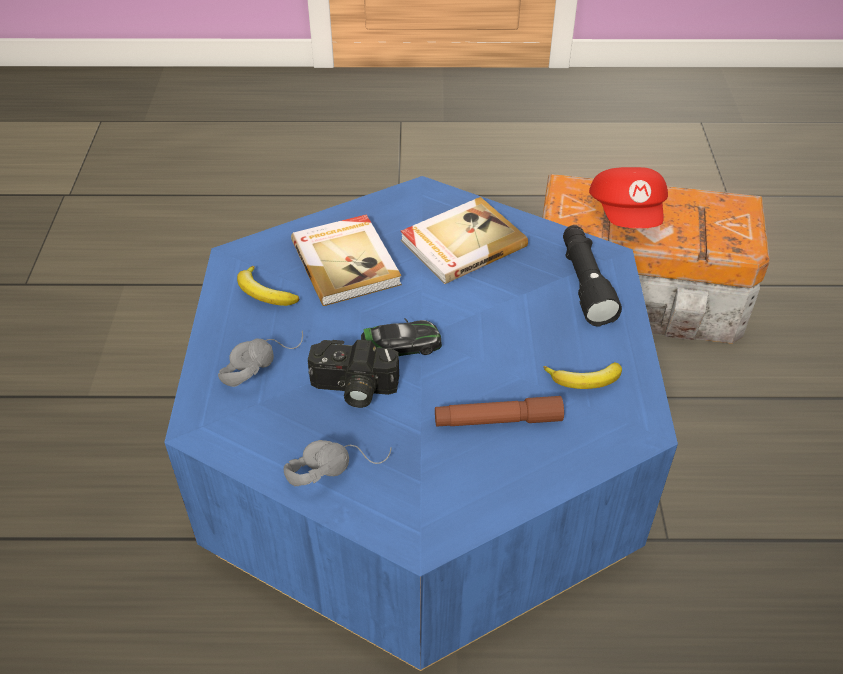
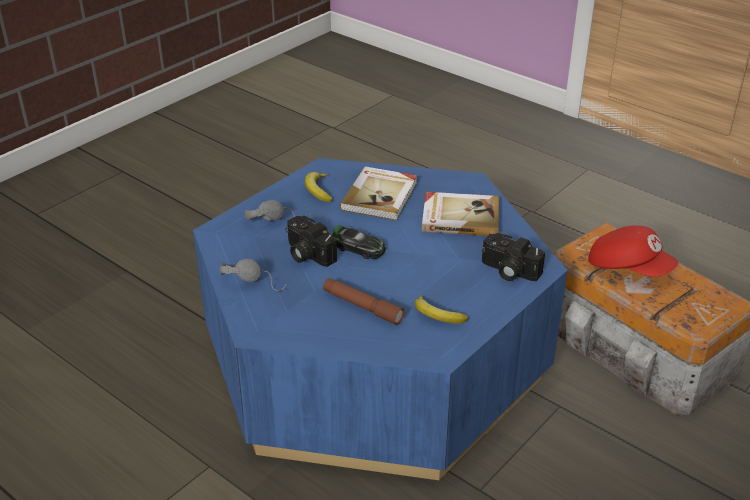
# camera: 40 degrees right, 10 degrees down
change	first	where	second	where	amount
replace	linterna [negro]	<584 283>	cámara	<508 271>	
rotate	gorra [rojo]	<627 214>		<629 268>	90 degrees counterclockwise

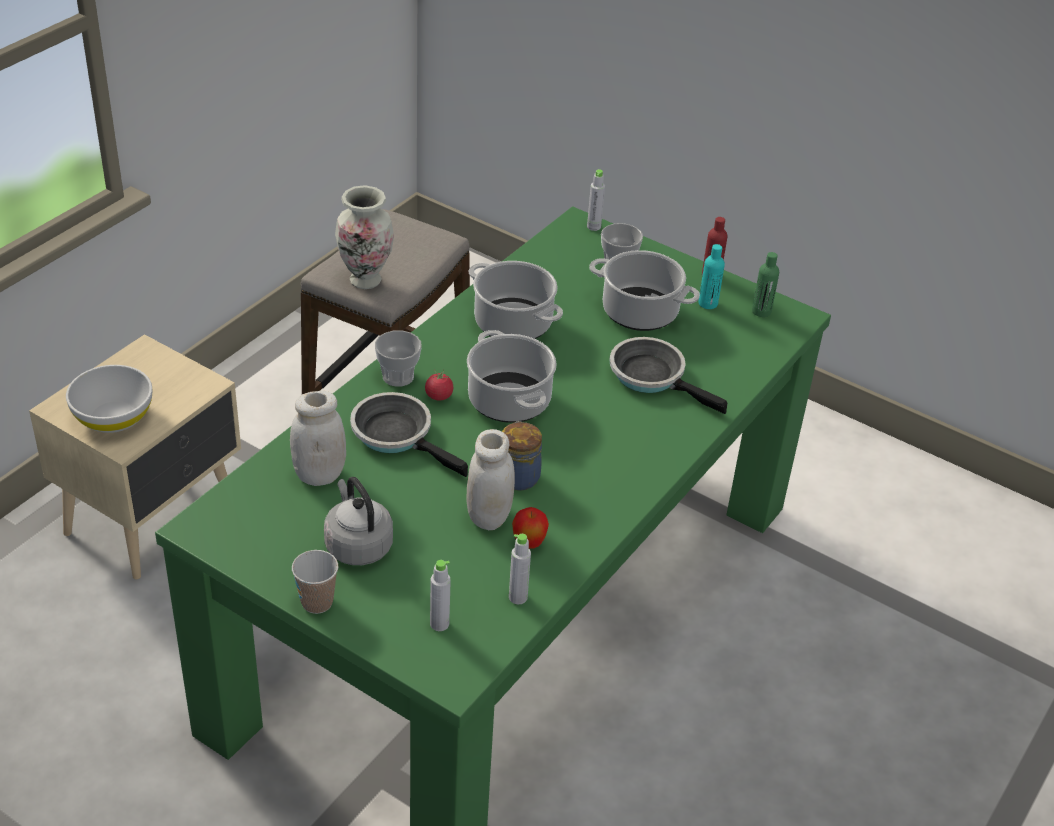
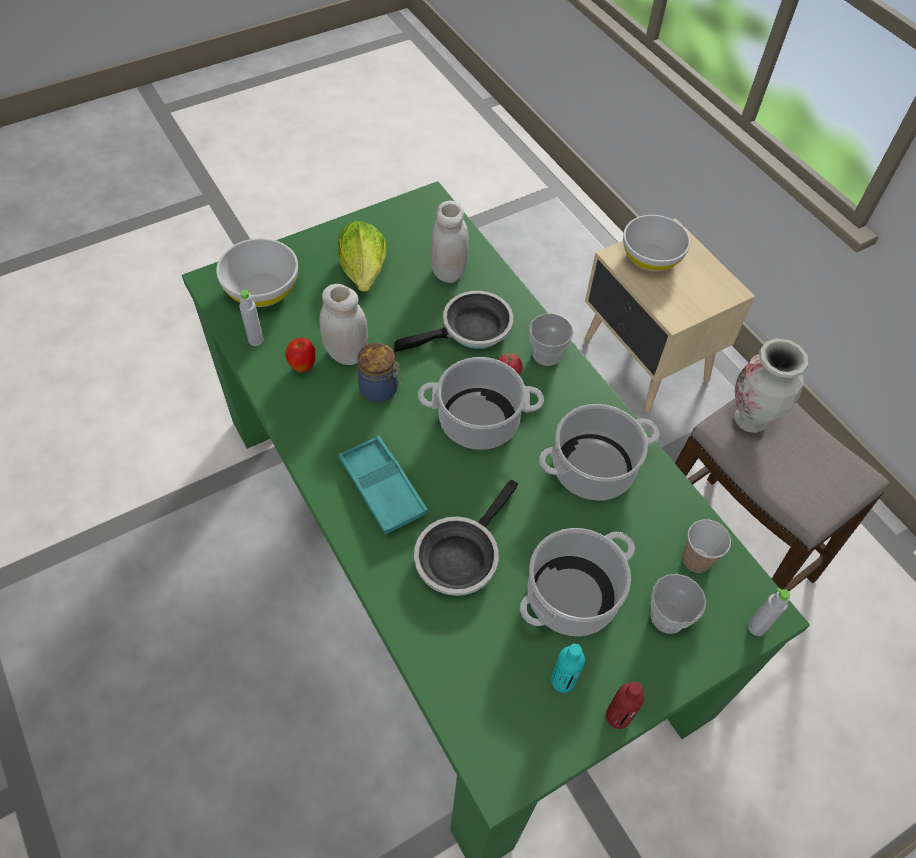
# camera: 115 degrees right, 15 degrees up
change	first	where	second	where	amount
move	taza	<317 602>		<696 560>	
replace	hervidor [gris]	<357 545>	lechuga	<364 271>	
replace	botella [gris]	<439 624>	cuenco [blanco]	<262 289>	
rotate	sartén	<652 376>		<460 555>	150 degrees clockwise
delete	botella [verde]	<761 311>			
insert			bandeja [turquesa]	<382 488>	

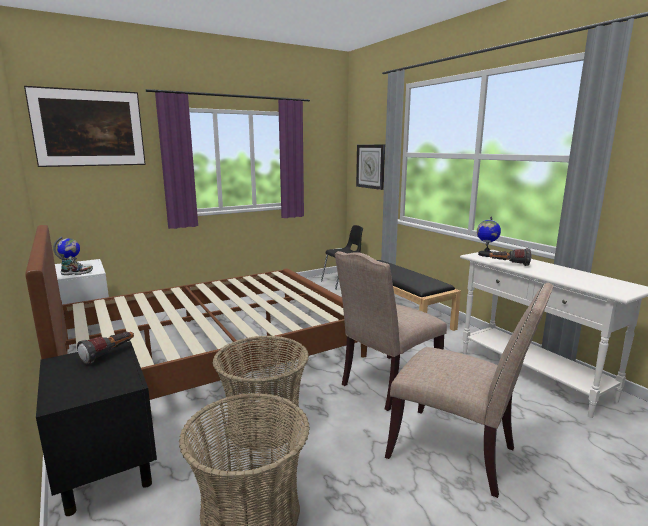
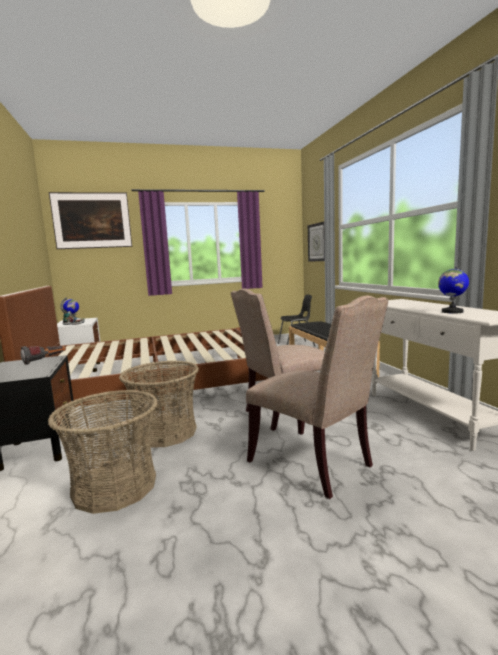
# camera: 15 degrees right, 5 degrees down
change	first	where	second	where	amount
move	globo terráqueo	<486 255>		<452 312>	
delete	linterna	<508 264>			

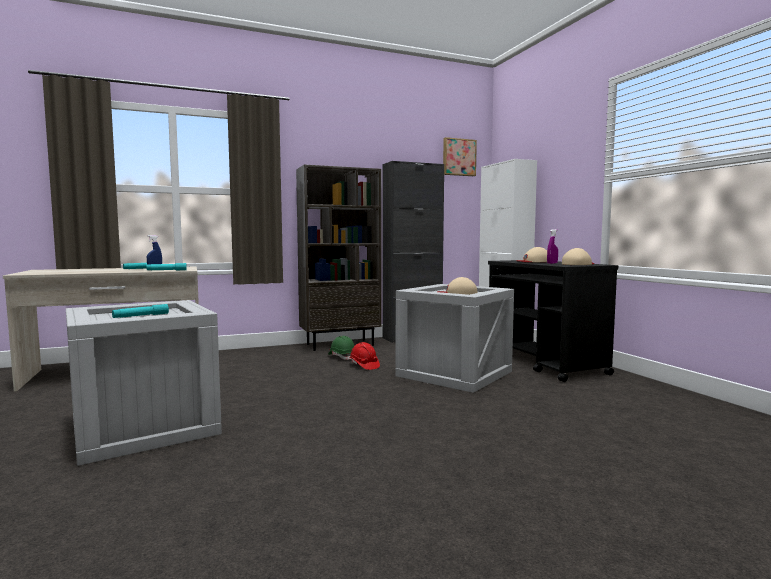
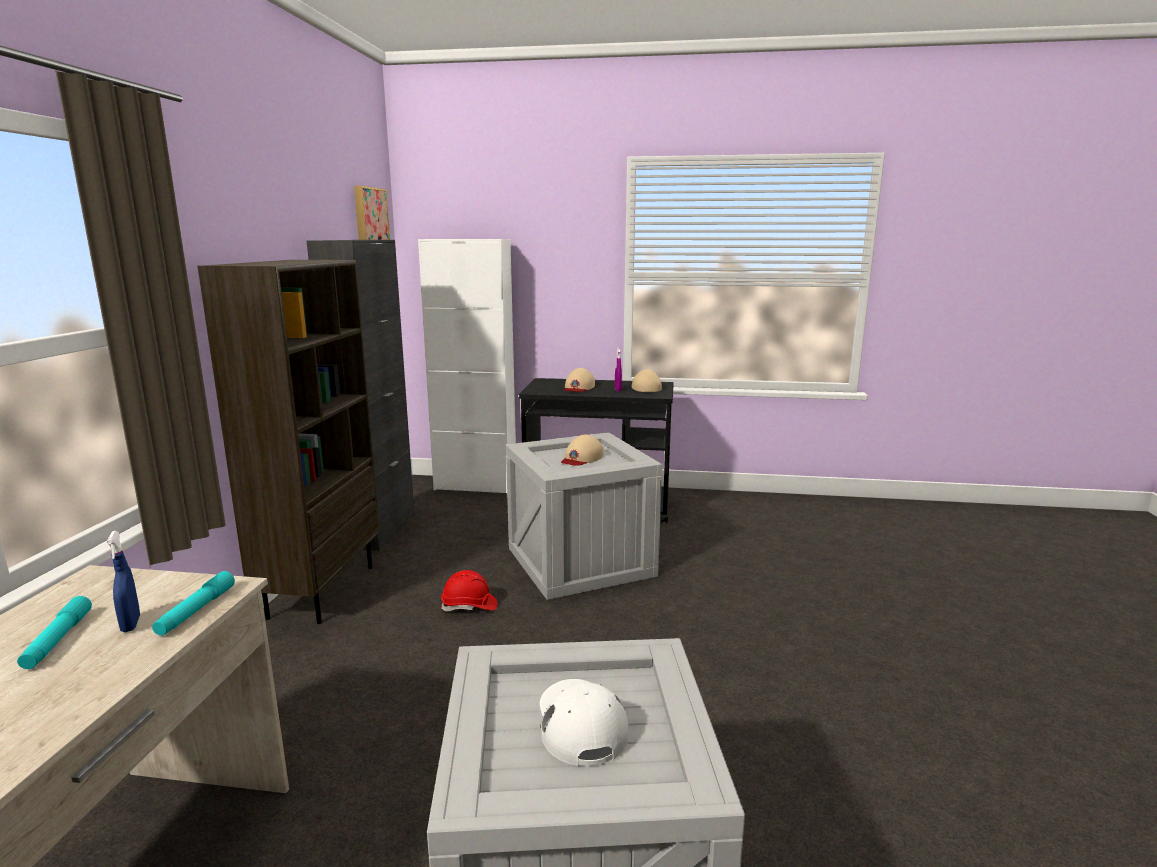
# camera: 60 degrees left, 10 degrees up
change	first	where	second	where	amount
replace	linterna [turquesa]	<141 316>	gorra [blanco]	<580 723>	
delete	casco [verde]	<342 357>			

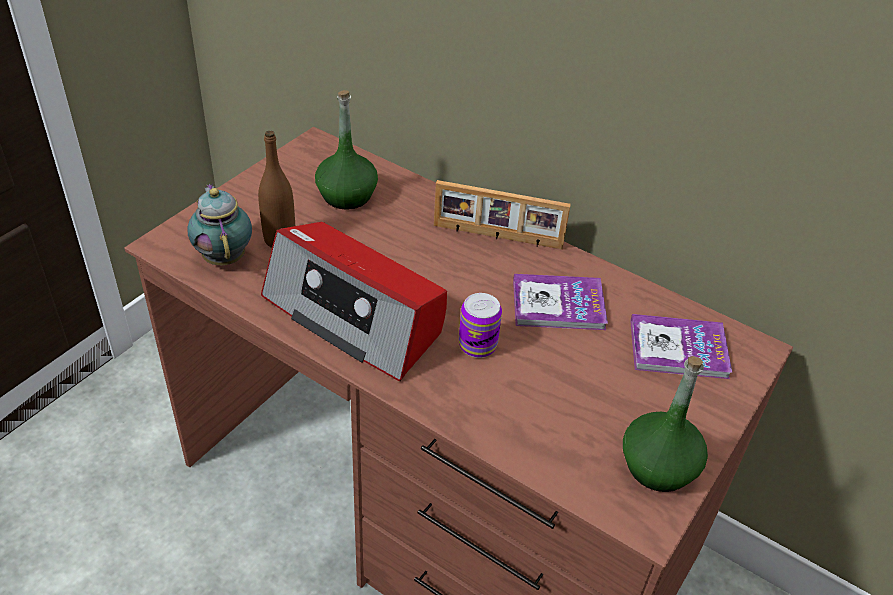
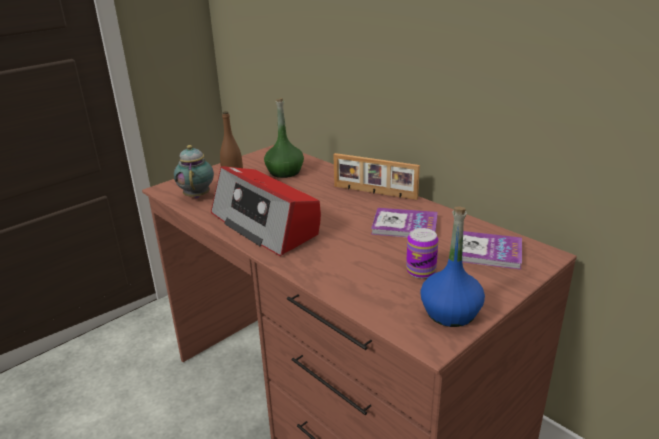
# camera: 15 degrees right, 15 degrees down
change	first	where	second	where	amount
move	lata	<477 345>		<421 271>	
recolor	botella [verde]	<657 466>	botella [azul]	<450 312>	

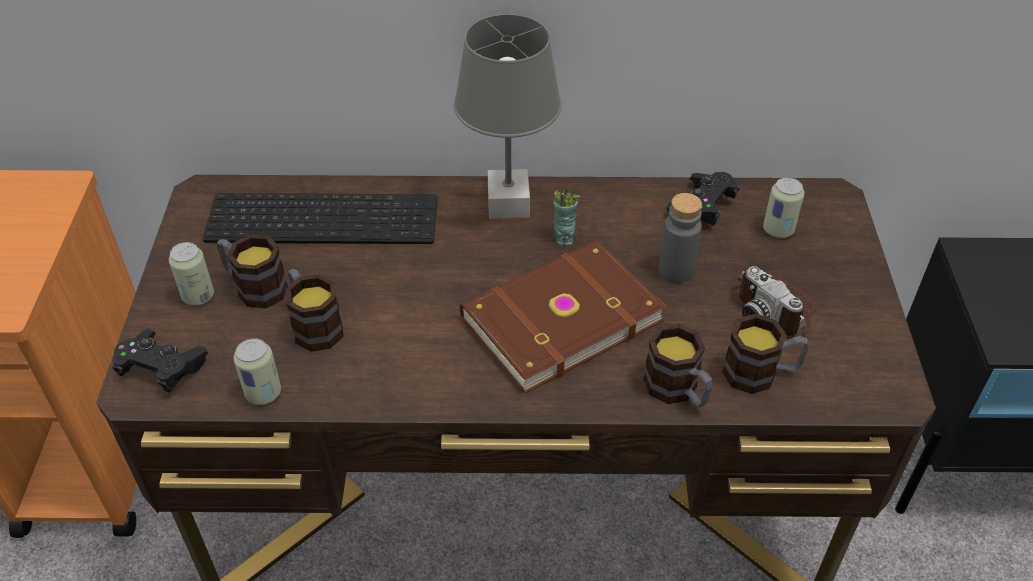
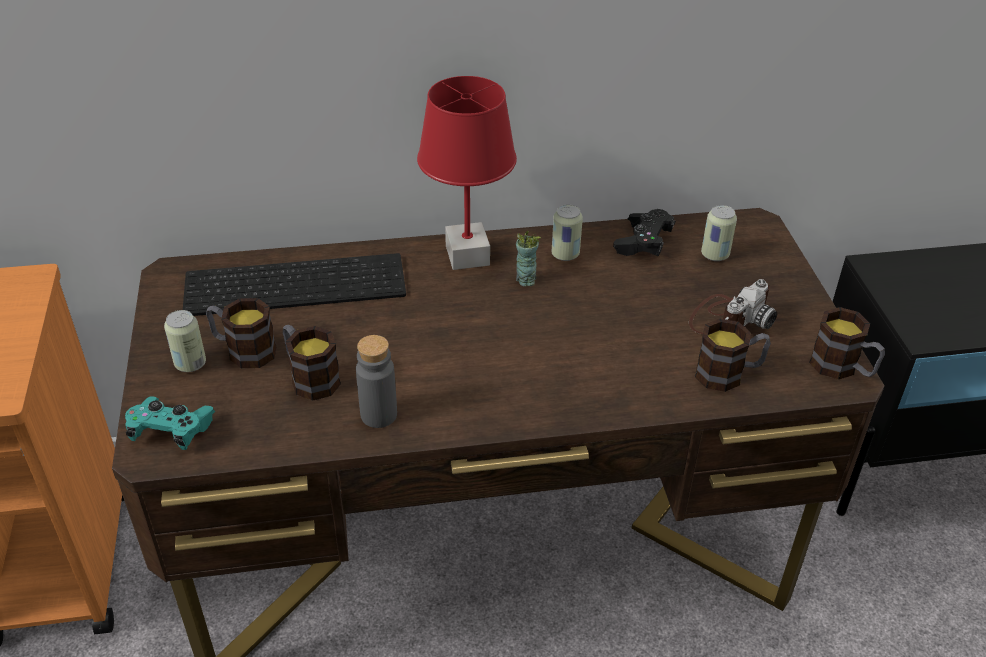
# camera: 10 degrees left, 5 degrees down
change	first	where	second	where	amount
recolor	mando de consola [negro]	<162 369>	mando de consola [turquesa]	<171 431>	
move	lata	<263 393>		<565 254>	
recolor	lámpara de mesa [gris]	<509 204>	lámpara de mesa [rojo]	<468 256>	
delete	libro [marrón]	<558 318>			
move	taza grande	<678 391>		<842 368>	
move	botella [gris]	<675 270>		<378 415>	
rotate	cámara	<775 307>		<728 318>	90 degrees counterclockwise

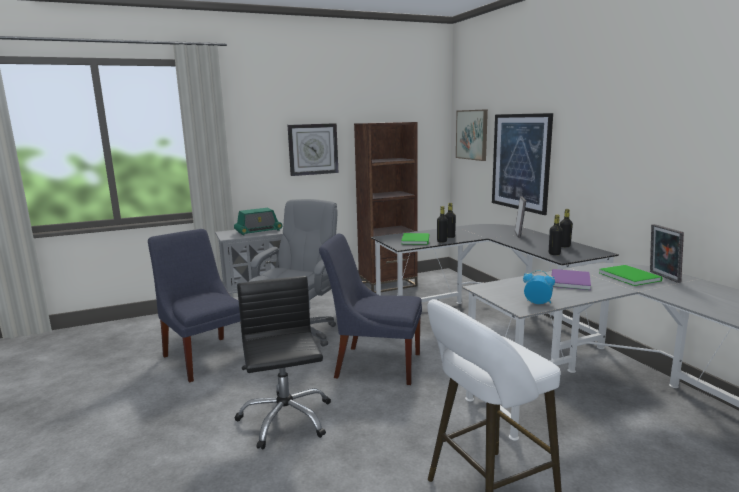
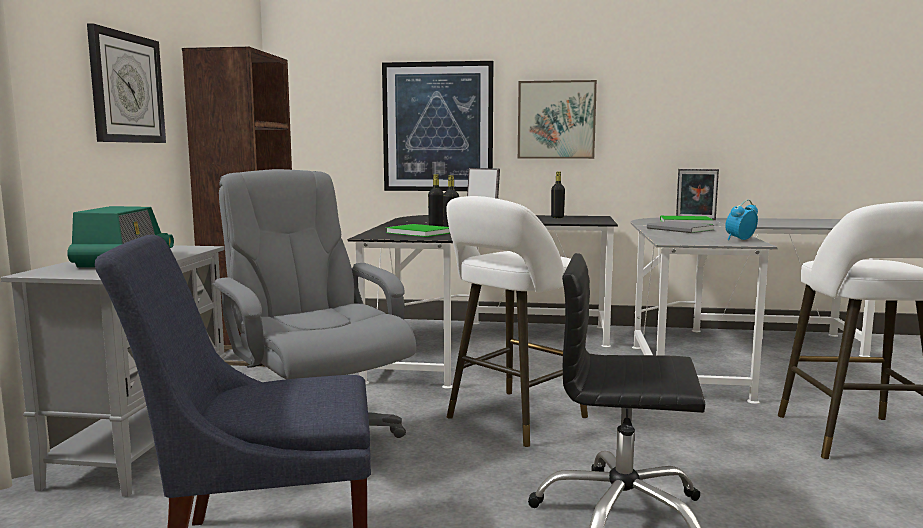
# camera: 60 degrees left, 5 degrees down
change	first	where	second	where	amount
replace	silla [azul]	<374 364>	taburete [blanco]	<511 420>	
move	cuadro	<472 134>		<556 120>	
delete	botella [negro]	<554 254>			
recolor	libro [morado]	<568 281>	libro [gris]	<680 229>	

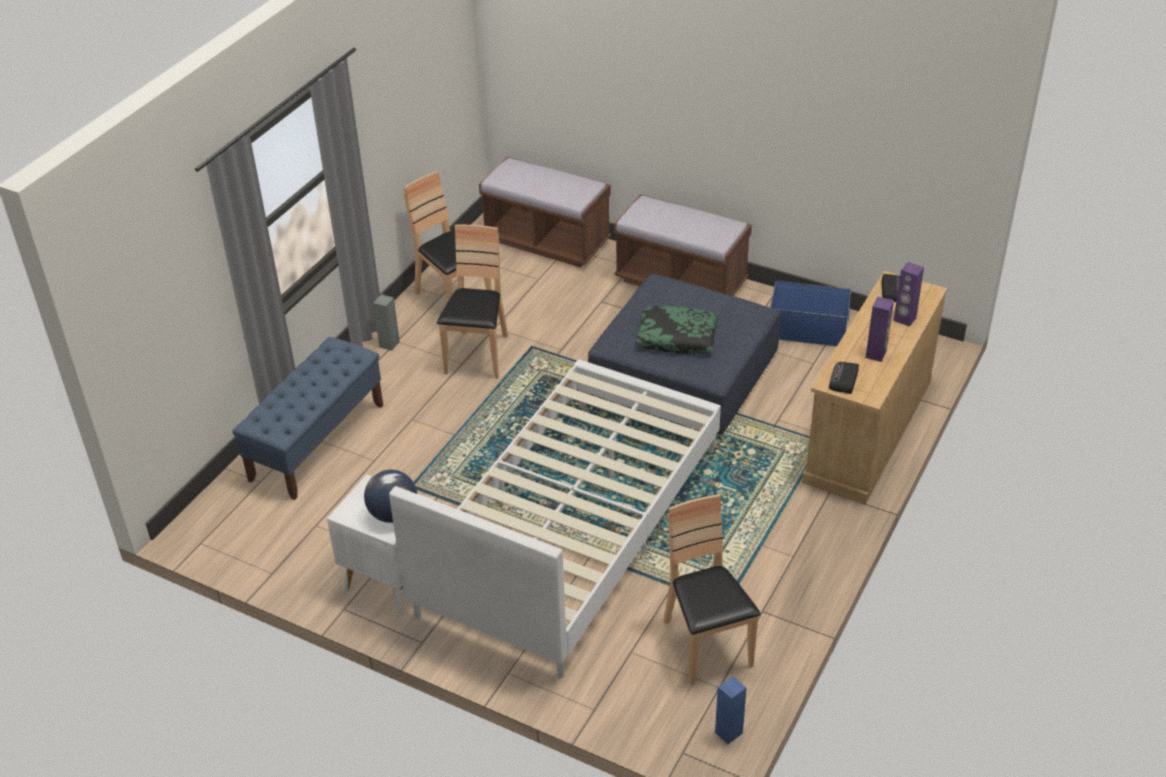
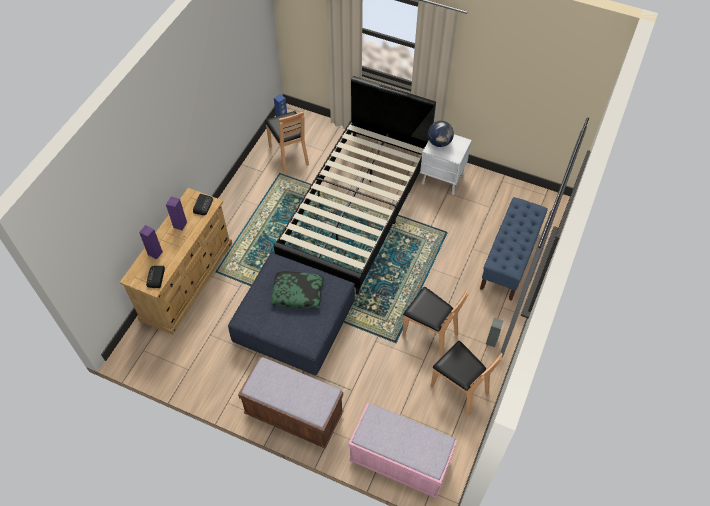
# camera: 175 degrees right, 15 degrees up
change	first	where	second	where	amount
recolor	cama [blanco]	<571 529>	cama [negro]	<356 210>	
rotate	silla [marrón]	<478 355>		<430 333>	60 degrees counterclockwise
recolor	banco [marrón]	<547 241>	banco [rosa]	<400 461>	
delete	caja de almacenaje [azul]	<807 331>			

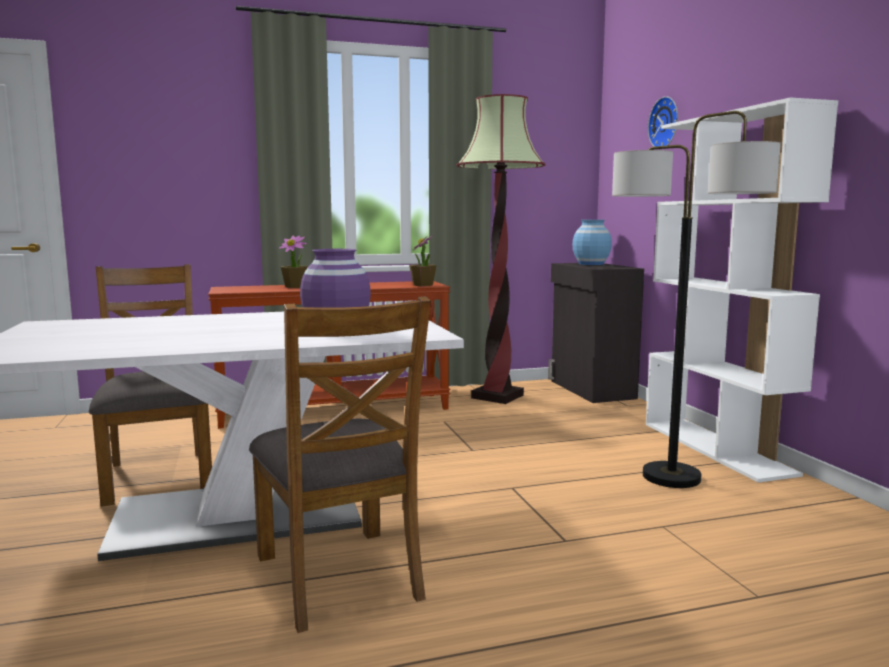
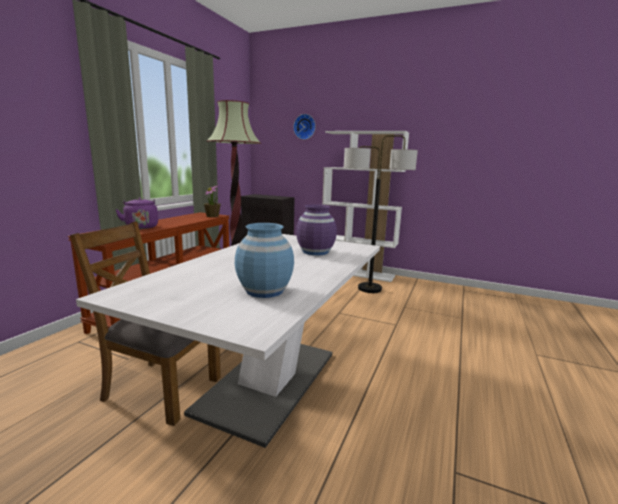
# camera: 50 degrees left, 5 degrees up
change	first	where	second	where	amount
delete	silla [marrón]	<340 576>			
replace	planta en maceta	<295 286>	hervidor [morado]	<141 227>	
move	florero [azul]	<591 264>		<264 290>	

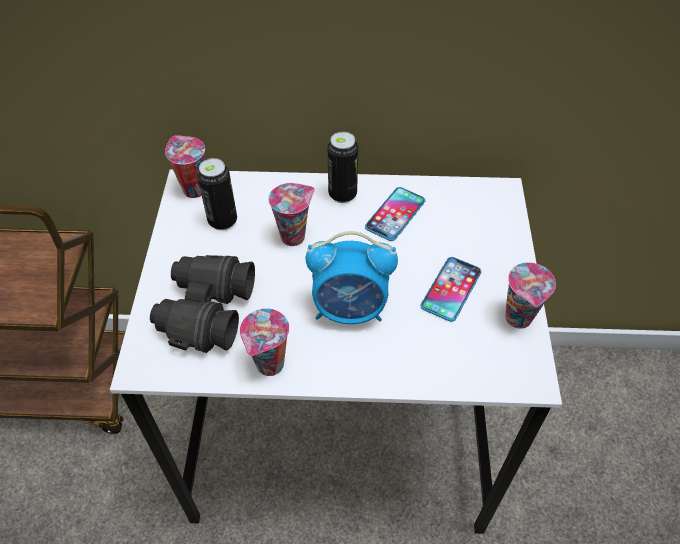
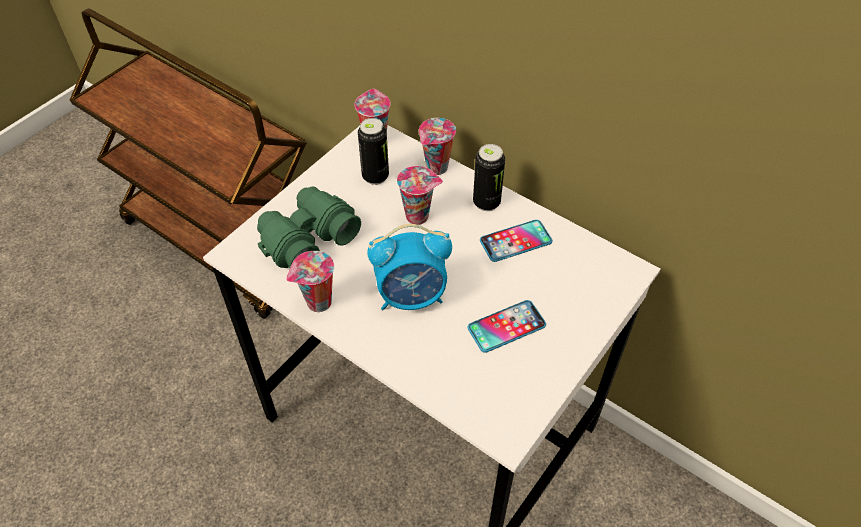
# camera: 35 degrees right, 0 degrees up
change	first	where	second	where	amount
recolor	prismáticos [negro]	<205 311>	prismáticos [verde]	<307 238>	
rotate	despertador	<350 309>		<412 296>	45 degrees counterclockwise
move	taza	<519 319>		<436 168>	

